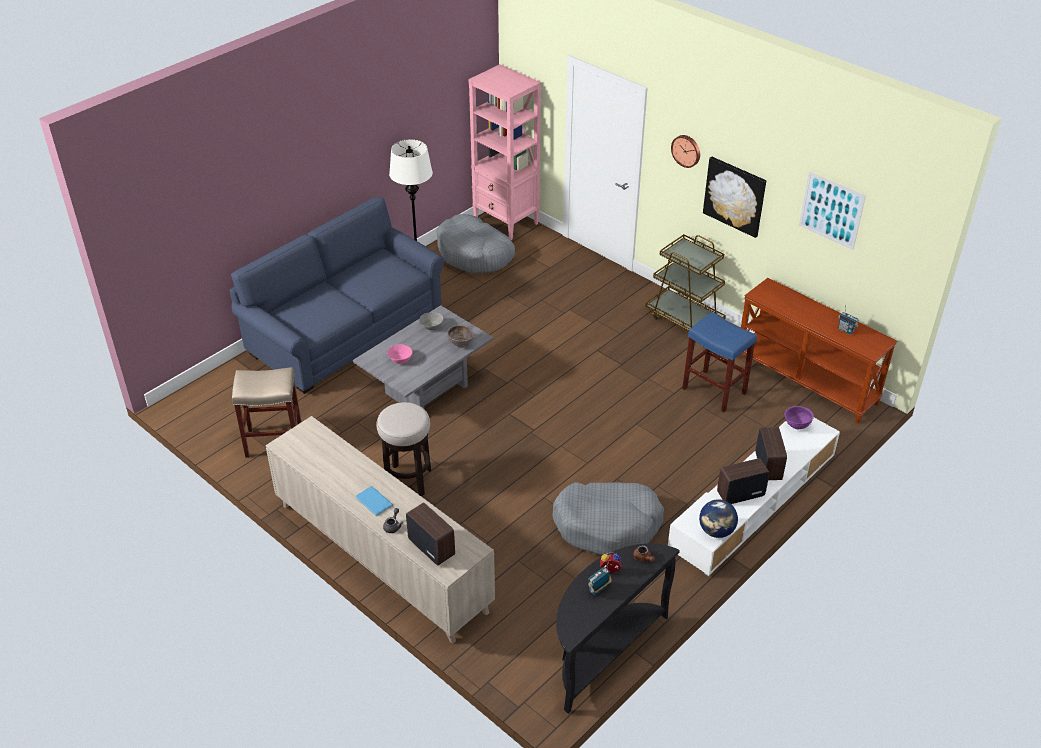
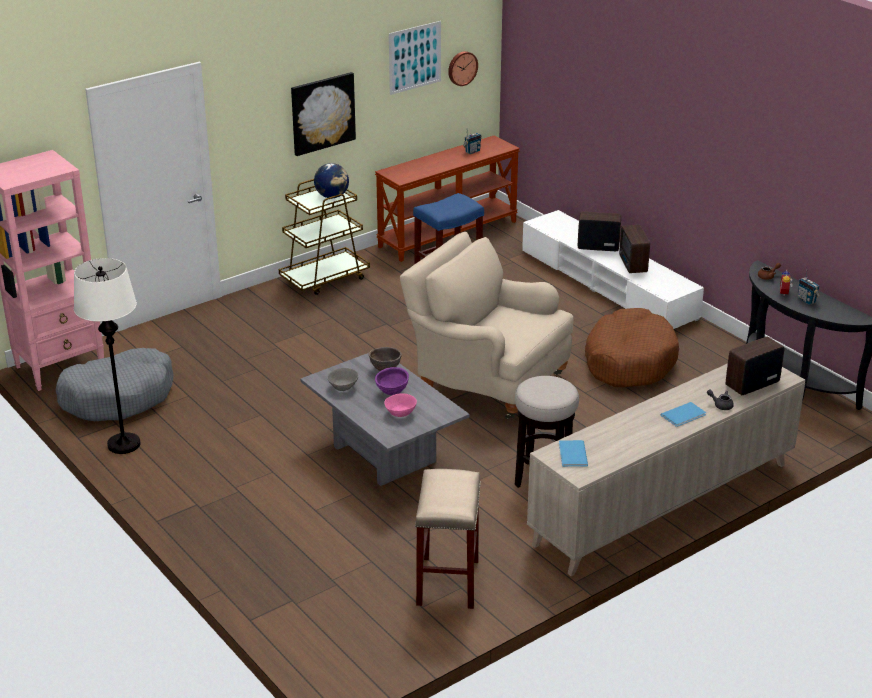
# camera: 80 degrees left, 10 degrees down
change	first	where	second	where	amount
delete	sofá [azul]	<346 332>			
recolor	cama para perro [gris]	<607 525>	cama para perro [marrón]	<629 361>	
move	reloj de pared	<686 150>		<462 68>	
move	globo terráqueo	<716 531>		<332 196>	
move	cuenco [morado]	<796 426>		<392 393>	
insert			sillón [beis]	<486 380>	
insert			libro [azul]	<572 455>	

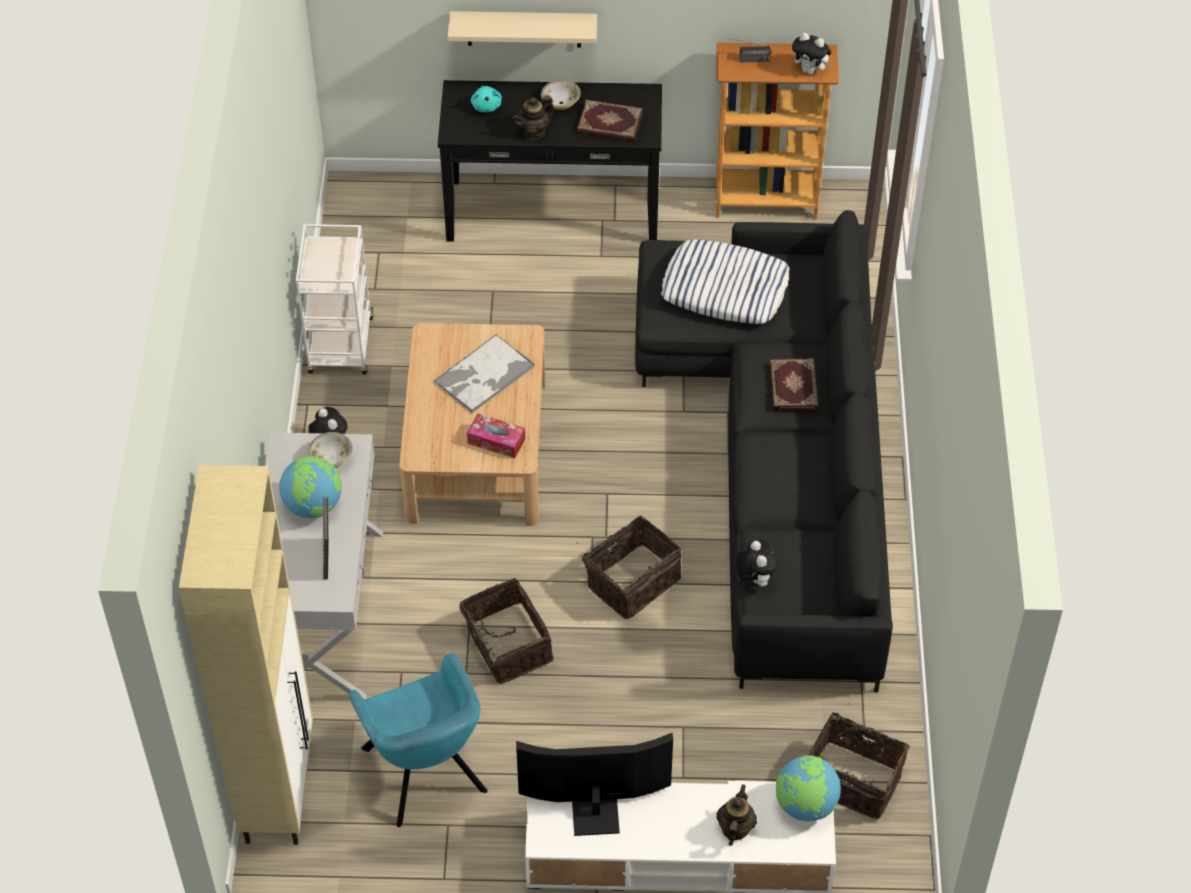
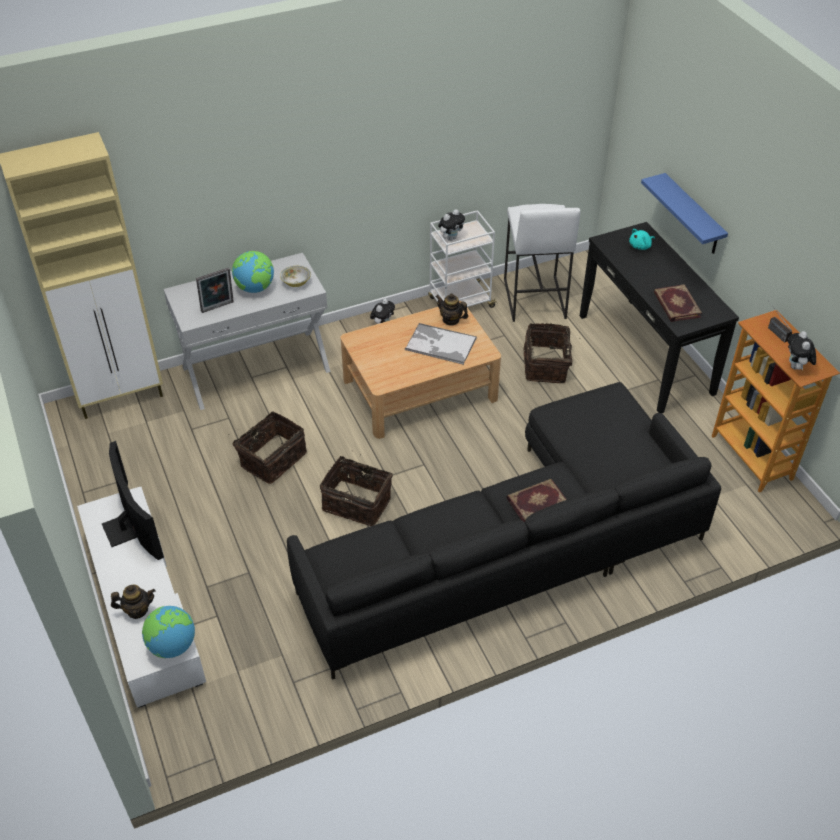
# camera: 65 degrees right, 5 degrees down
change	first	where	second	where	amount
delete	sillón [turquesa]	<426 774>			
recolor	estante [beis]	<524 29>	estante [azul]	<692 215>	
delete	caja de pañuelos	<496 441>			
move	tetera	<534 131>		<451 320>	
delete	cuenco	<560 103>			
delete	cojín	<724 289>			
move	peluche	<754 579>		<451 238>	
move	cesta	<854 778>		<546 365>	
insert			taburete [blanco]	<533 298>	

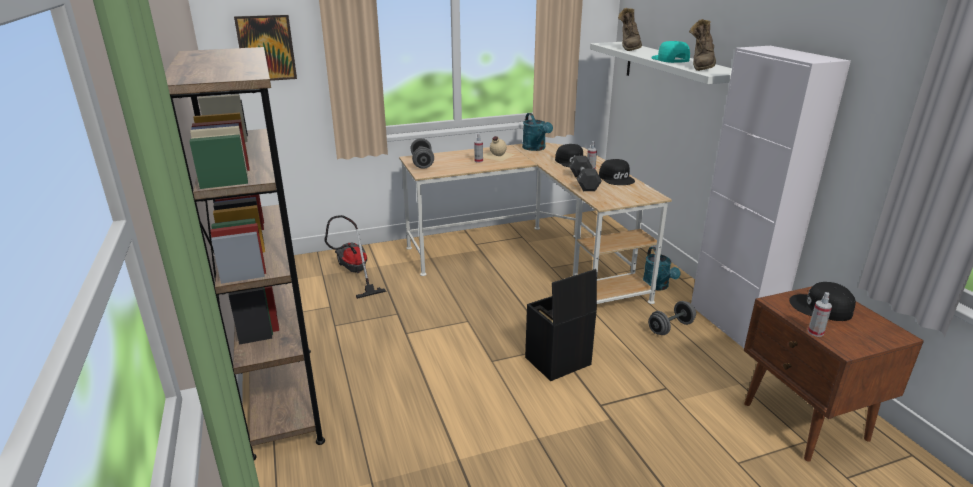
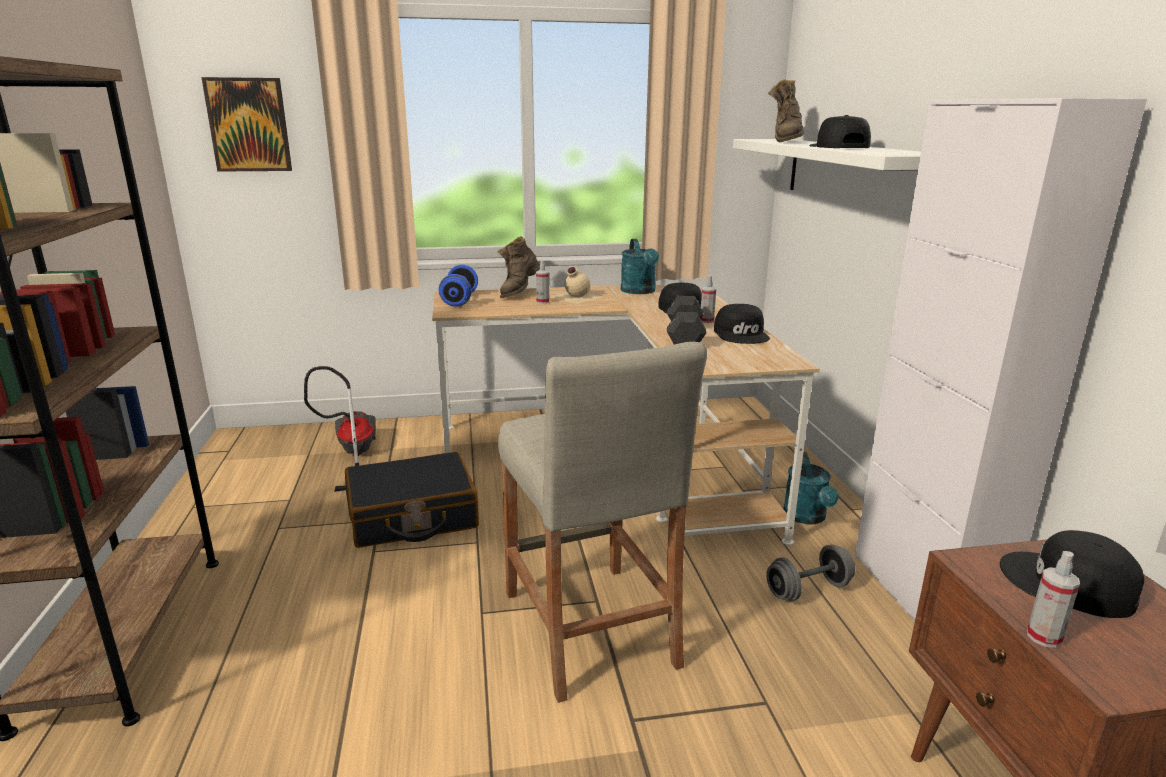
# camera: 10 degrees right, 5 degrees down
change	first	where	second	where	amount
recolor	mancuerna [gris]	<422 163>	mancuerna [azul]	<459 300>	
replace	caja de almacenaje [negro]	<557 362>	taburete [beis]	<589 628>	
recolor	gorra [turquesa]	<669 59>	gorra [negro]	<837 147>	
move	bota [marrón]	<701 67>		<519 293>	
insert			maleta [negro]	<412 516>	

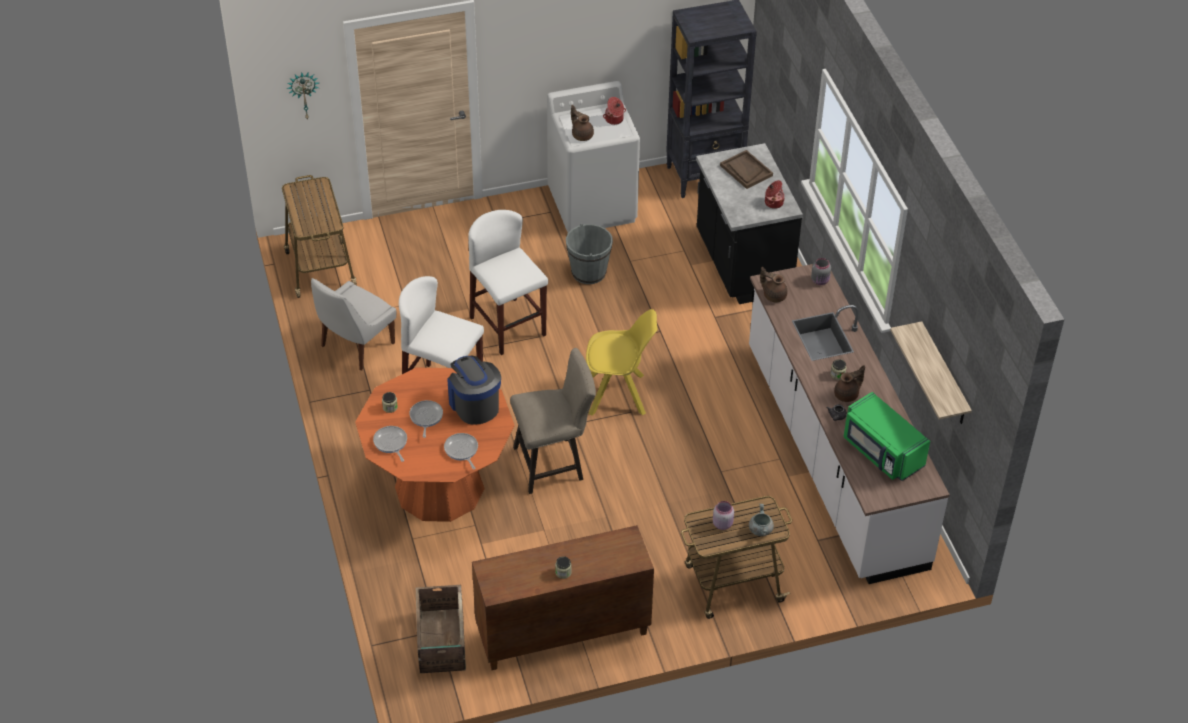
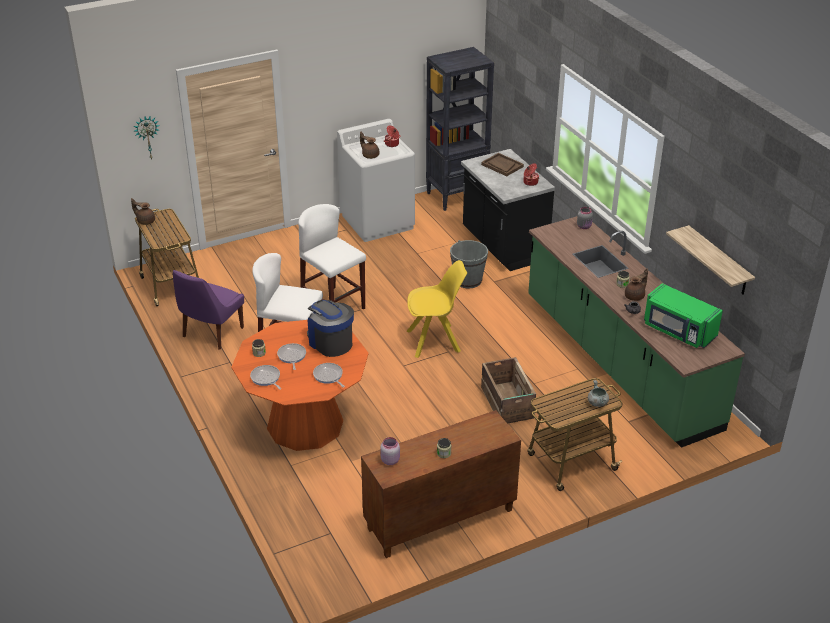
# camera: 10 degrees left, 10 degrees down
change	first	where	second	where	amount
recolor	silla [blanco]	<355 346>	silla [morado]	<211 333>	
move	caja de embalaje	<441 642>		<507 403>	
delete	taburete [beis]	<554 463>			
move	cubo [gris]	<589 272>		<468 280>	
move	tarro [rosa]	<722 523>		<390 460>	
recolor	mueble bajo de cocina [blanco]	<833 456>	mueble bajo de cocina [verde]	<619 362>	
move	tetera [marrón]	<773 295>		<145 221>	

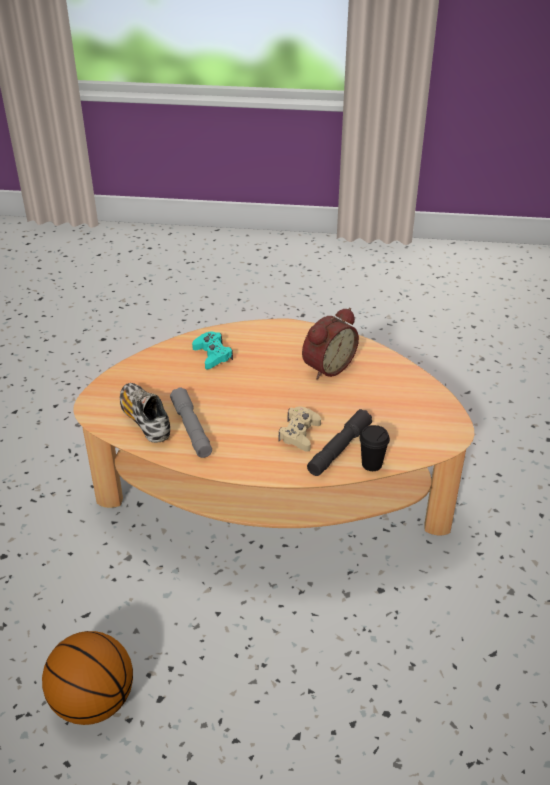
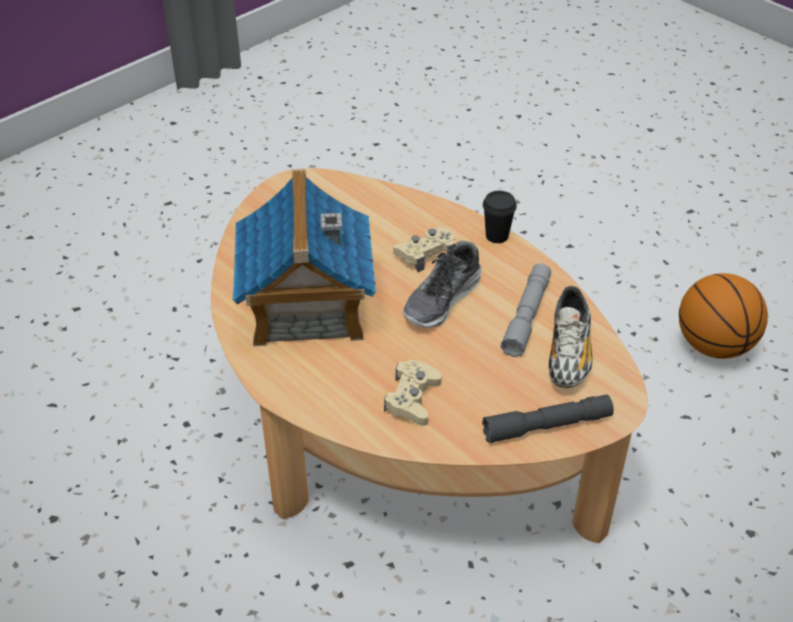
# camera: 140 degrees left, 5 degrees up
change	first	where	second	where	amount
recolor	mando de consola [turquesa]	<212 355>	mando de consola [beis]	<412 398>	
replace	despertador	<326 366>	casita	<306 306>	
move	linterna [gris]	<339 449>		<547 426>	
move	taza [negro]	<372 464>		<497 236>	
insert			zapato	<442 300>	

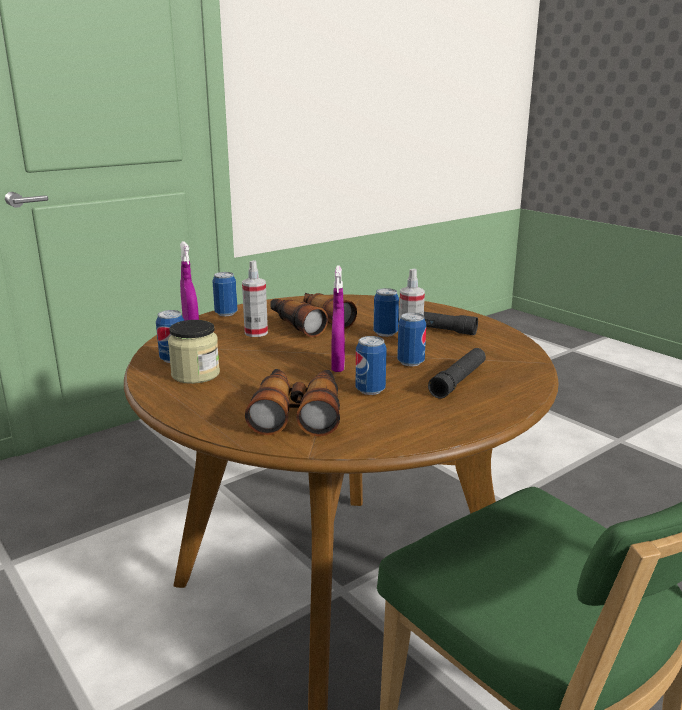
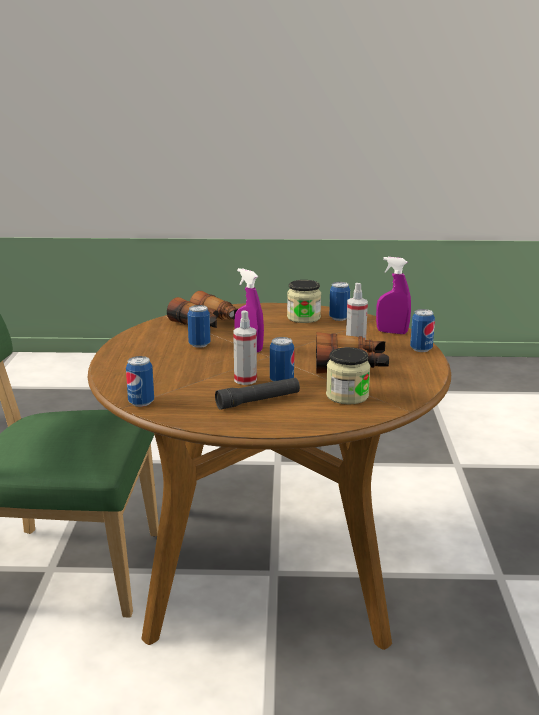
# camera: 130 degrees right, 0 degrees up
change	first	where	second	where	amount
move	lata	<410 362>		<141 402>	
delete	linterna [negro]	<458 380>			
insert			tarro	<347 396>	

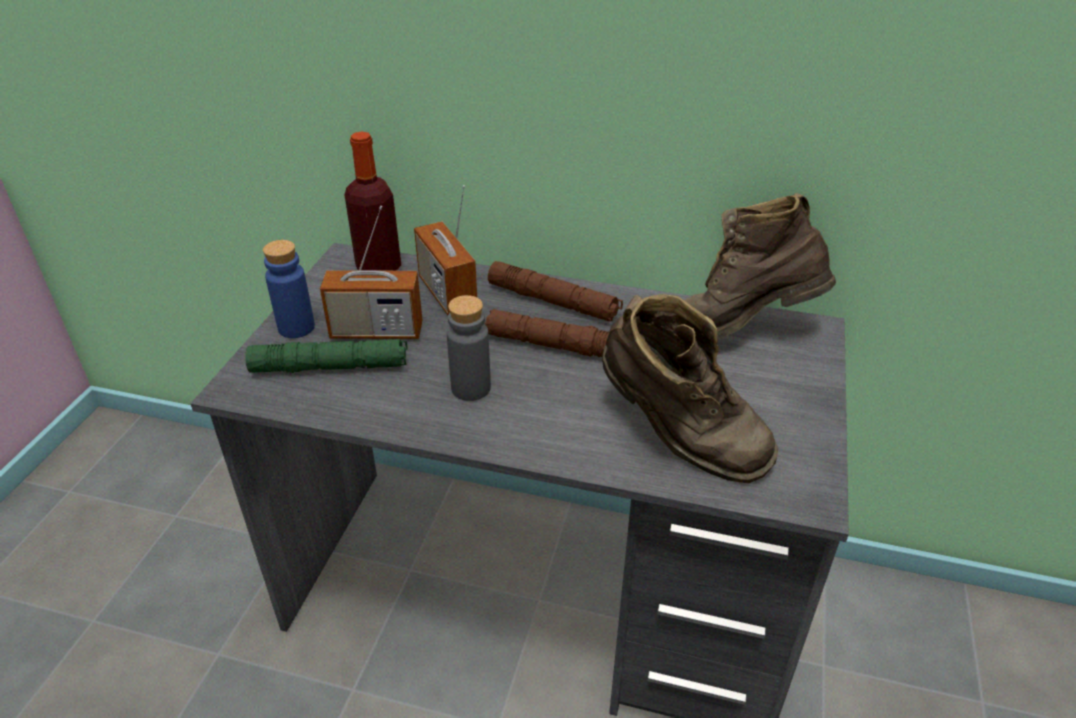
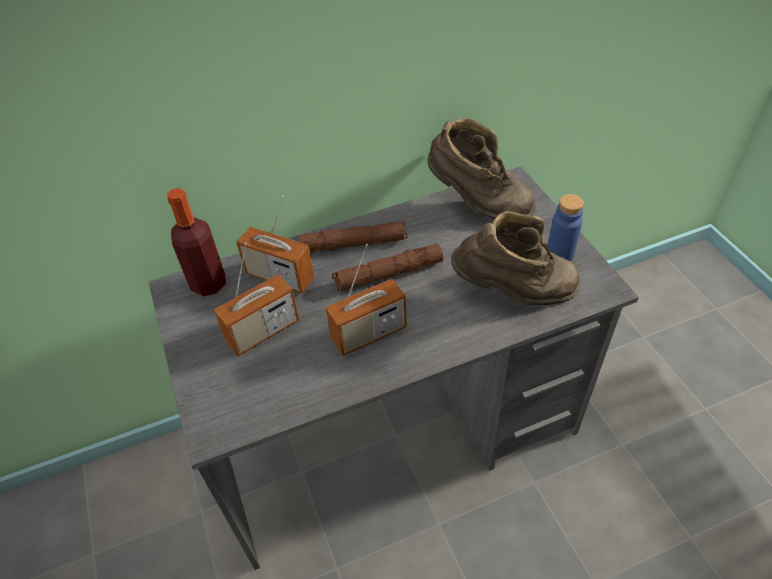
# camera: 35 degrees left, 10 degrees up
change	first	where	second	where	amount
delete	linterna [verde]	<330 367>			
move	botella [azul]	<296 327>		<559 254>	
replace	botella [gris]	<471 388>	radio	<369 334>	
rotate	bota [marrón]	<739 330>		<477 204>	105 degrees counterclockwise

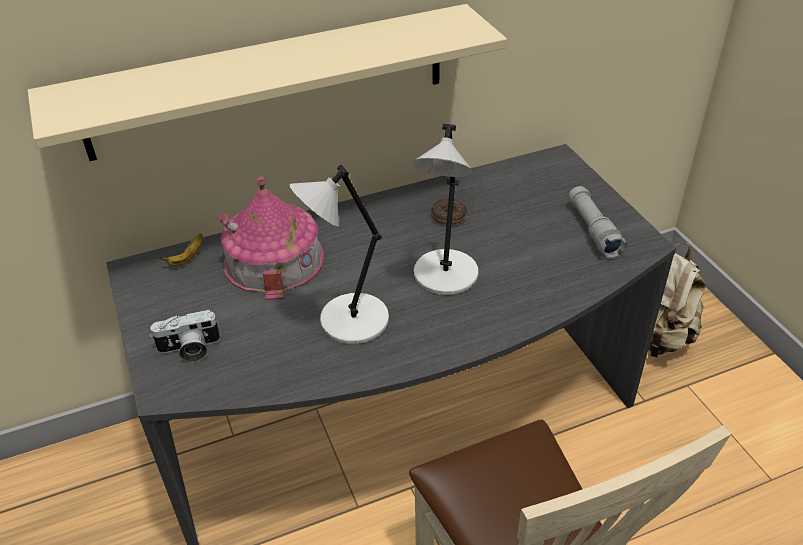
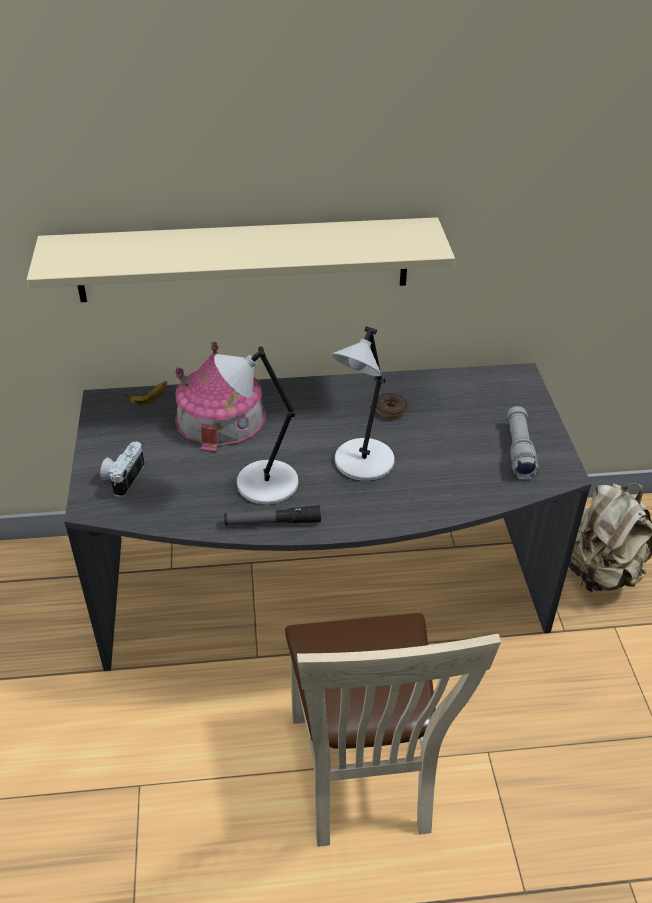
# camera: 15 degrees right, 0 degrees up
change	first	where	second	where	amount
rotate	cámara	<189 349>		<123 477>	105 degrees clockwise
insert			linterna	<272 522>	

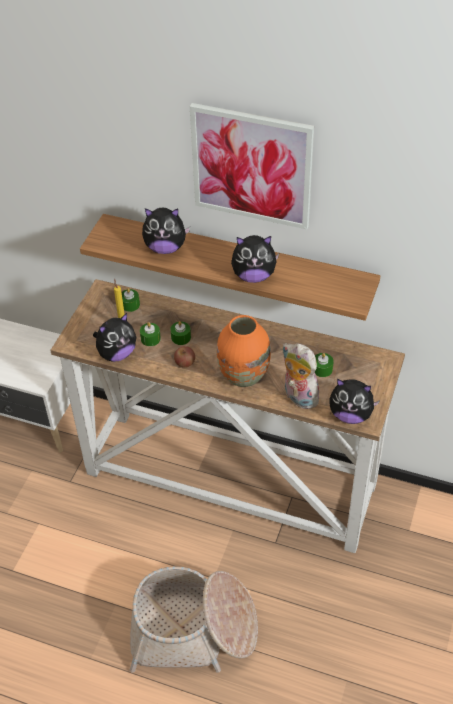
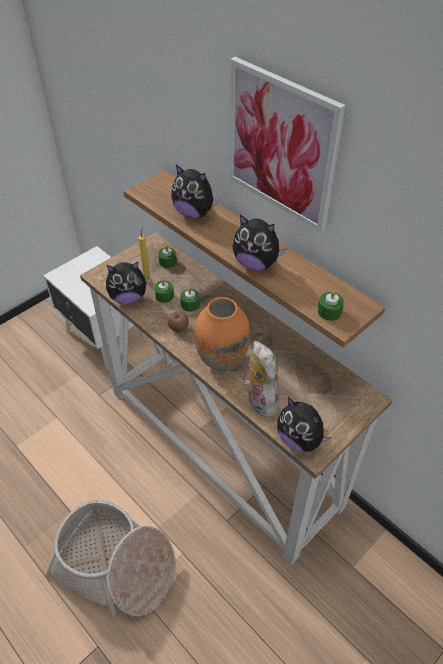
# camera: 25 degrees right, 0 degrees up
change	first	where	second	where	amount
move	vela [verde]	<322 369>		<329 311>	

